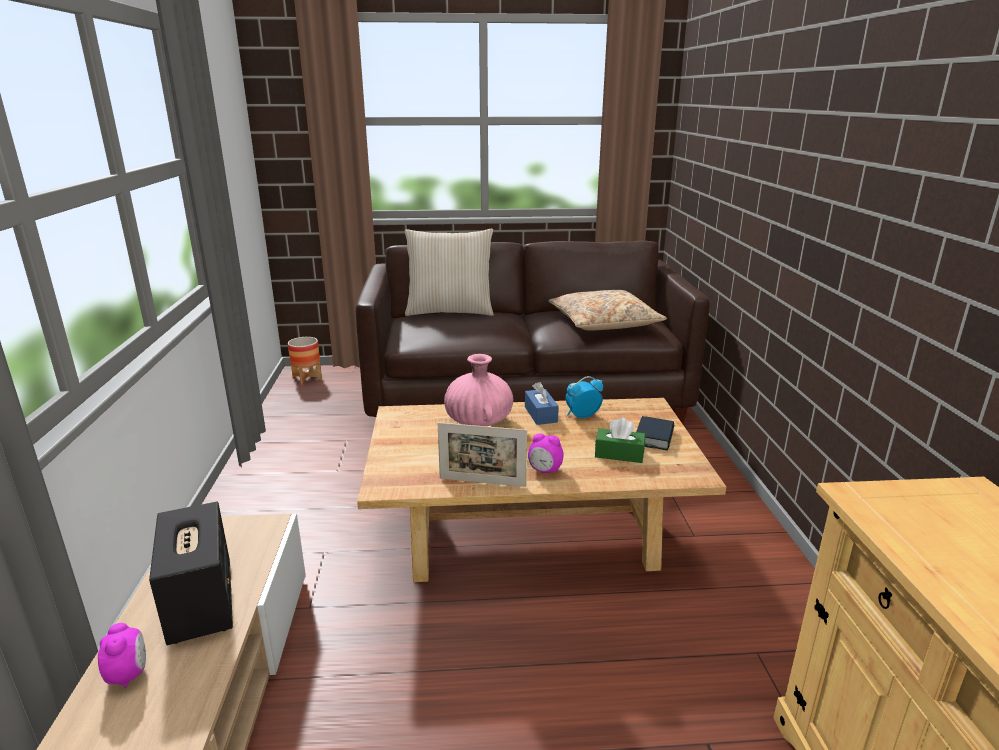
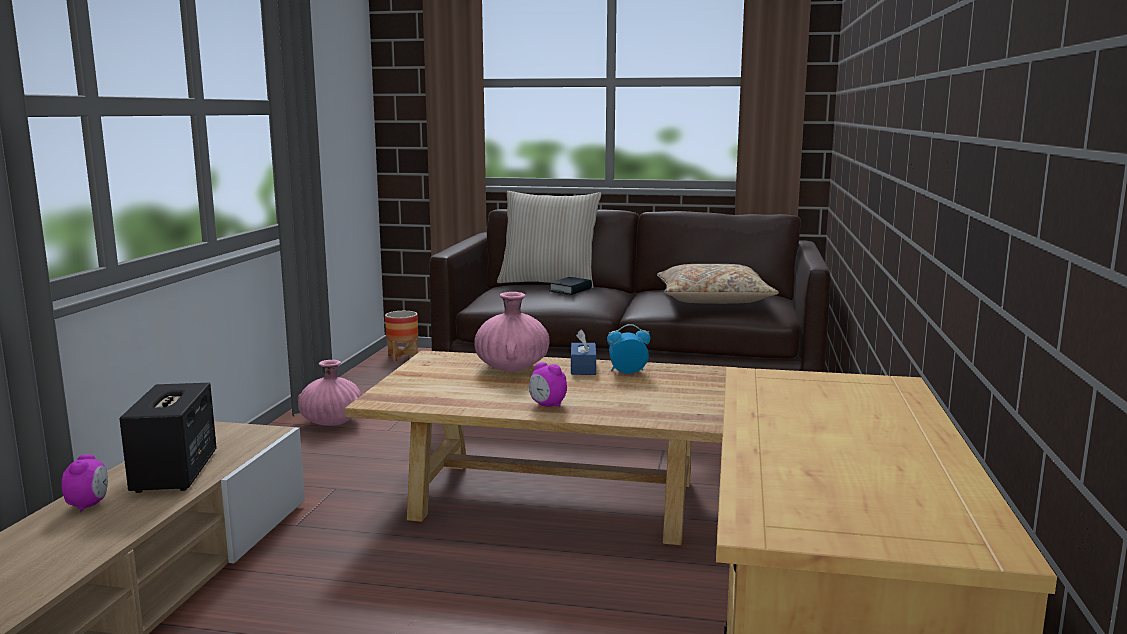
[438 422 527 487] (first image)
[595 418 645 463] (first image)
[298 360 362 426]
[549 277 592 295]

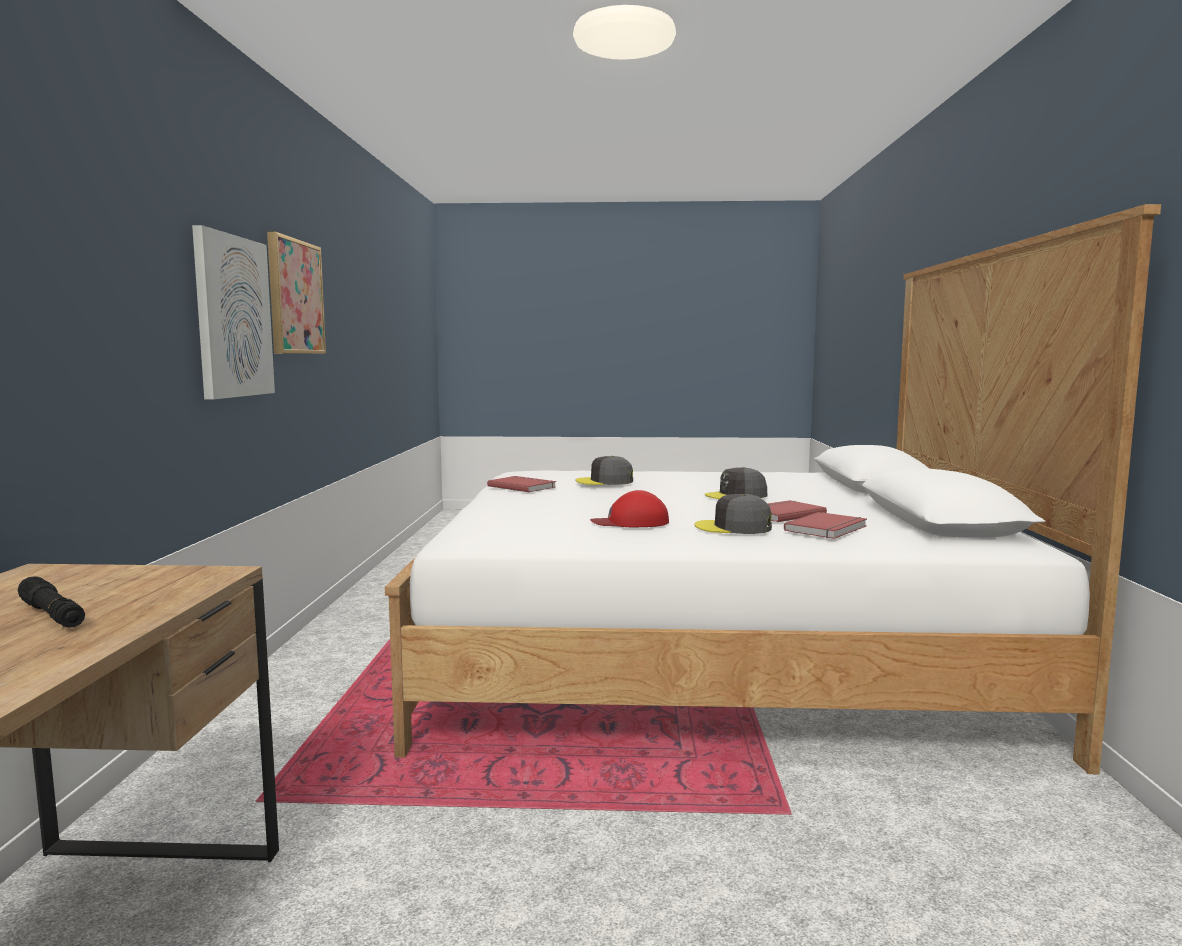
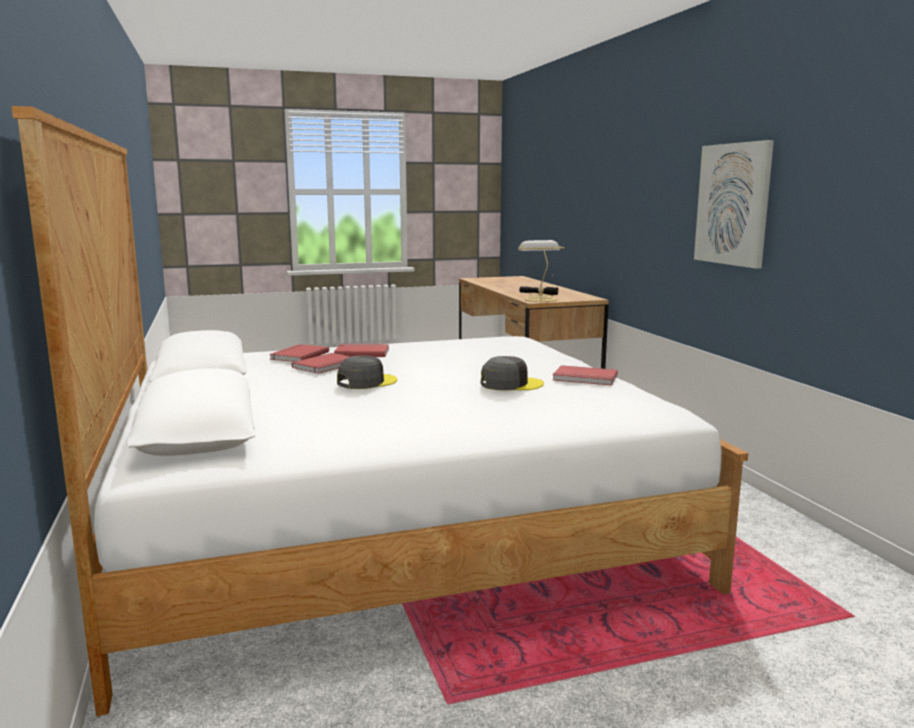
[267 232 326 354] (first image)
[590 490 669 527] (first image)
[518 240 564 302]
[334 344 389 357]

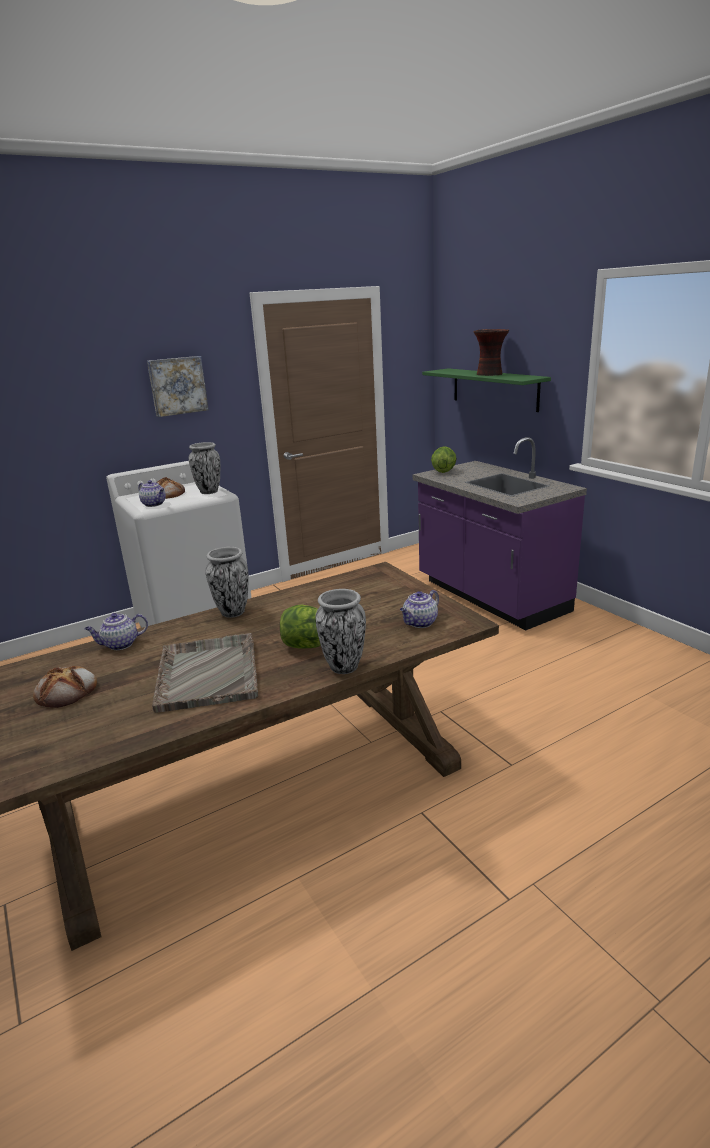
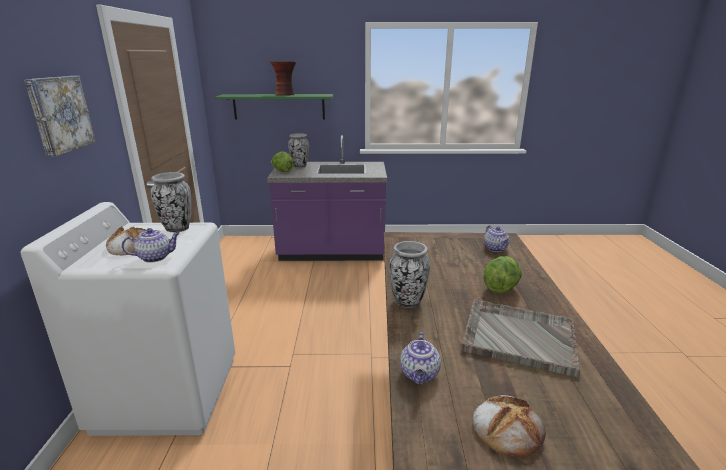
[288 133 309 168]

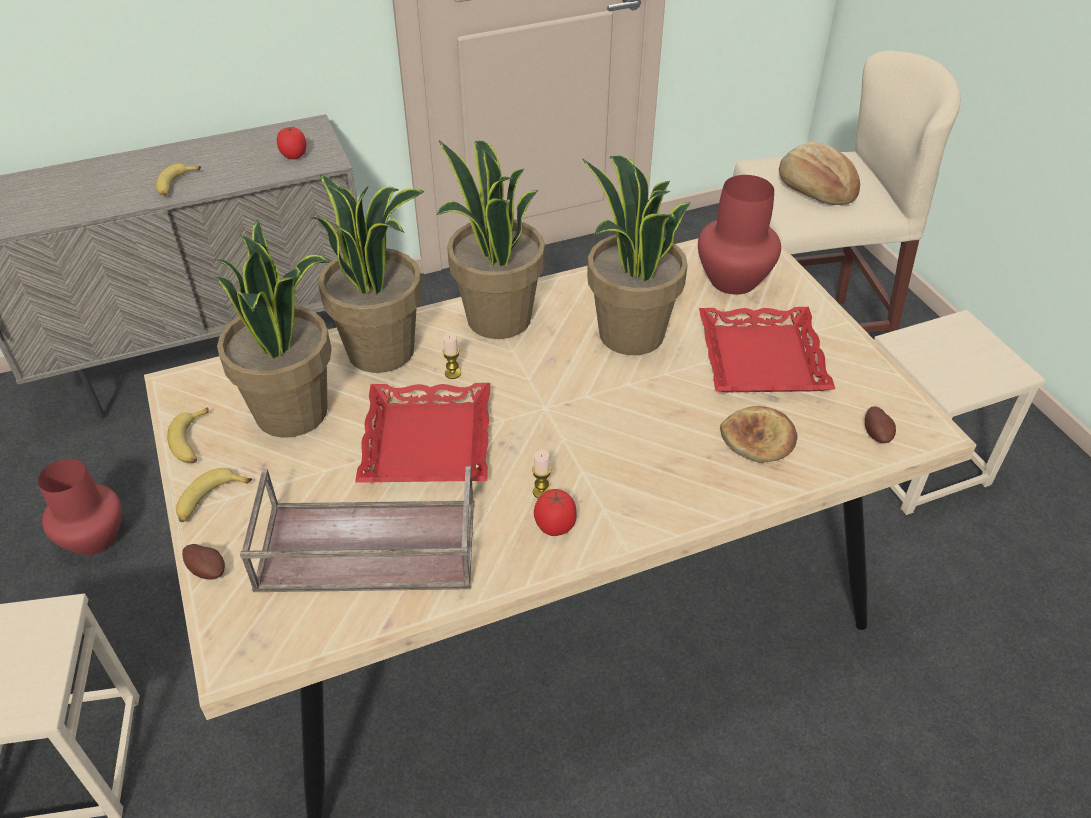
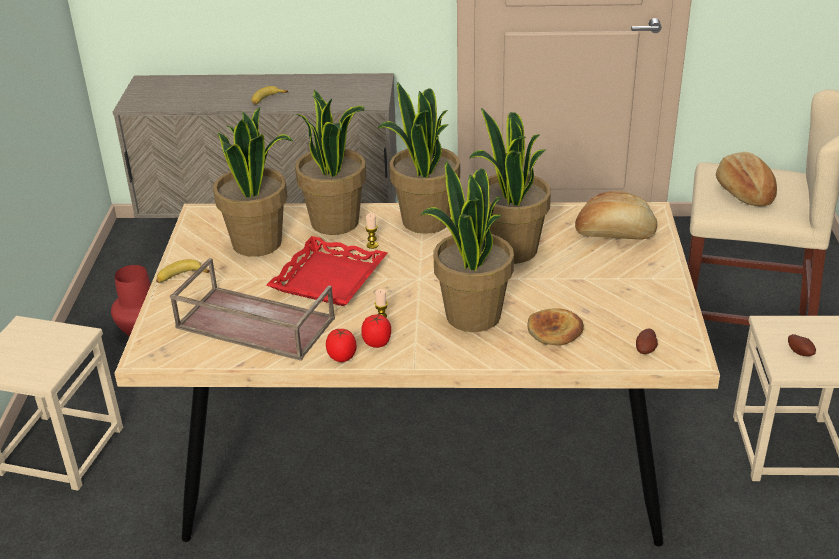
[167 407 209 463] (first image)
[699 307 835 392] (first image)
[420 161 514 332]
[788 334 816 356]
[326 329 357 362]
[575 191 657 239]

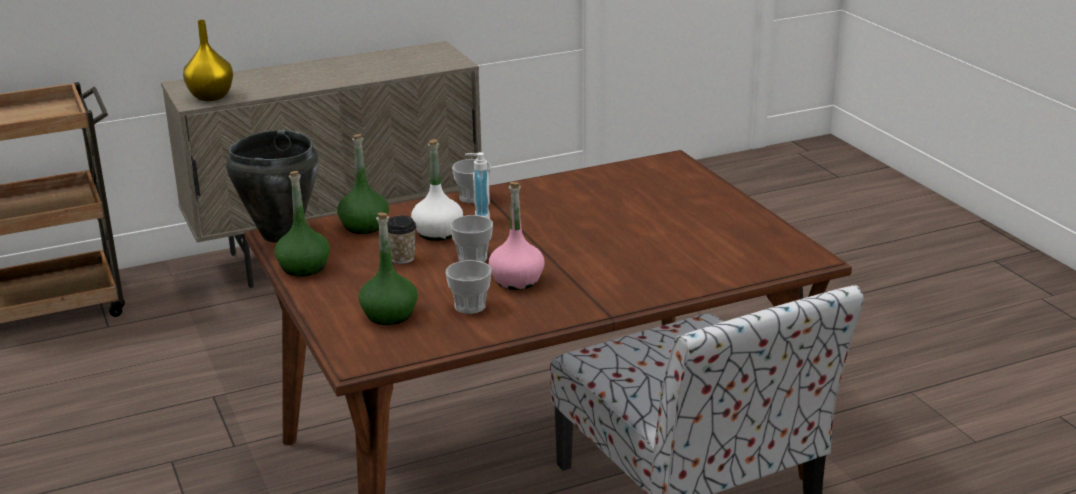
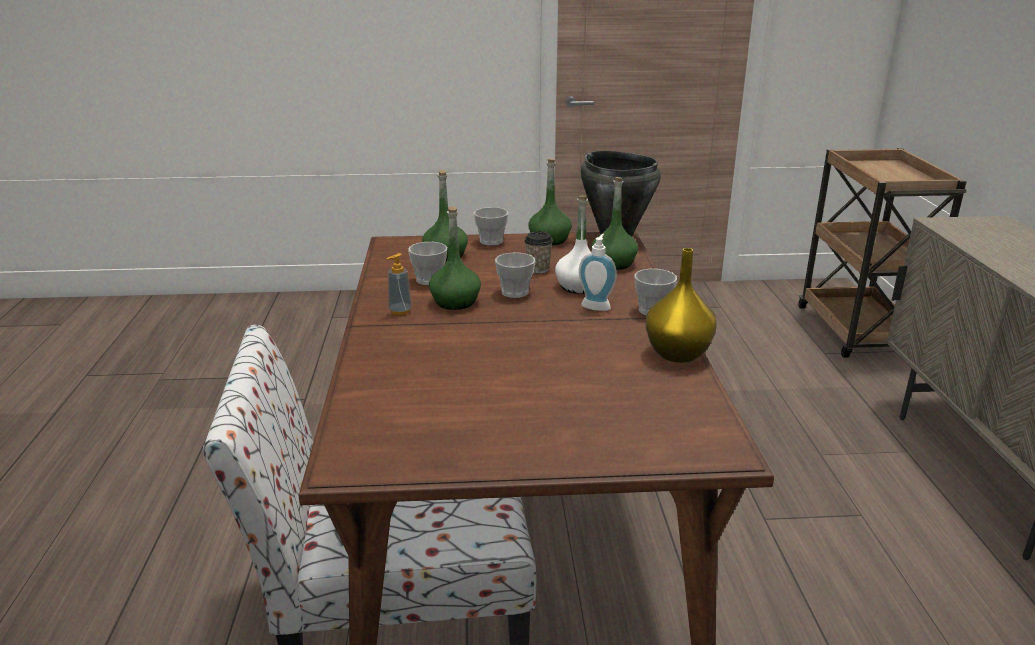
[386 253 412 315]
[474 207 508 246]
[646 248 717 363]
[429 206 481 310]

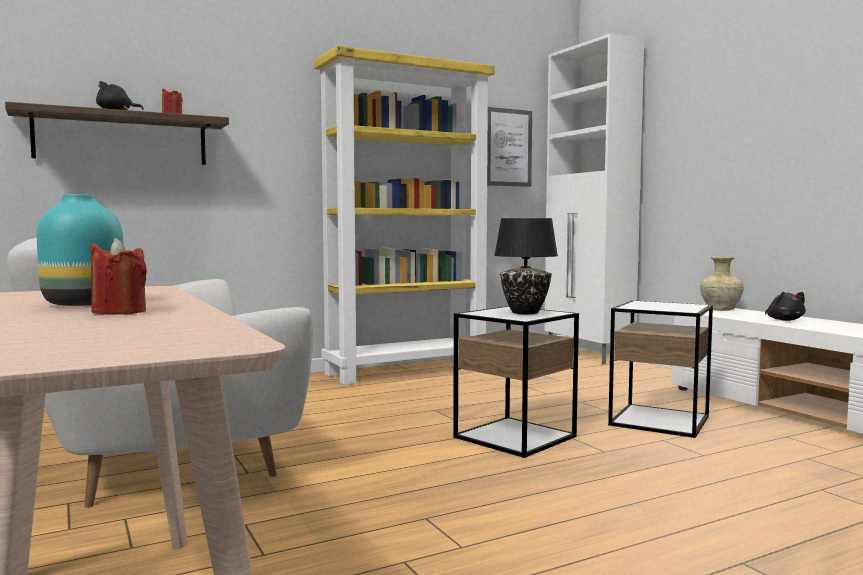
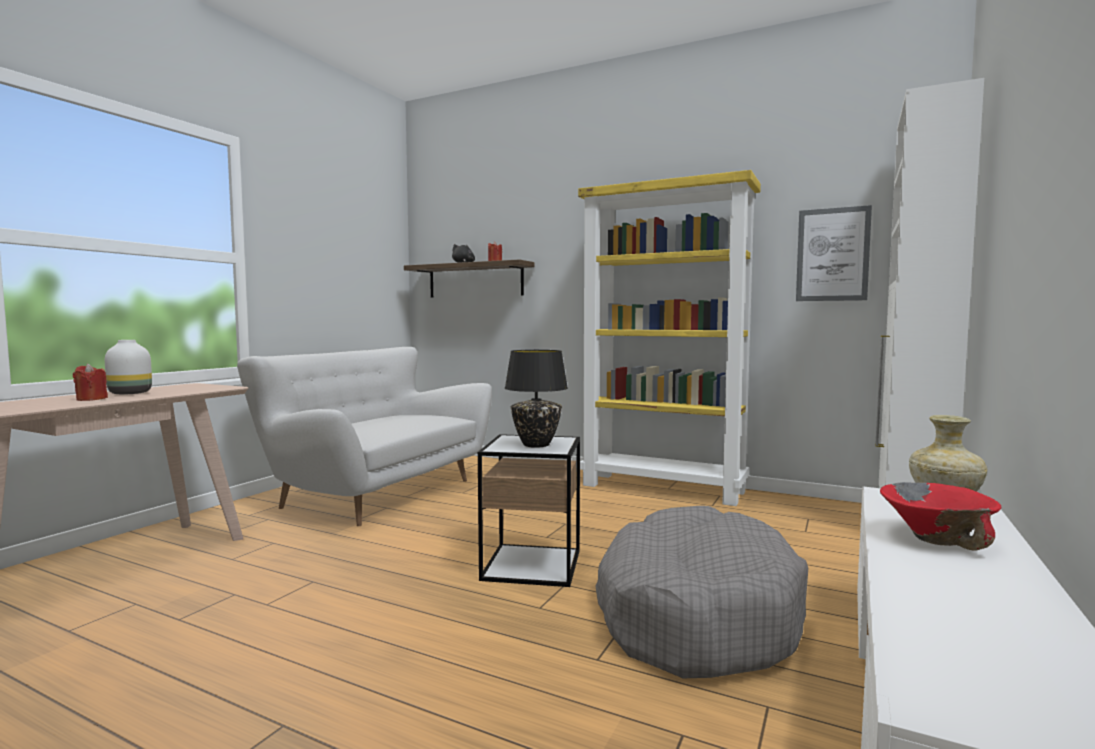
[595 506 808 678]
[880 482 1001 551]
[105 340 152 394]

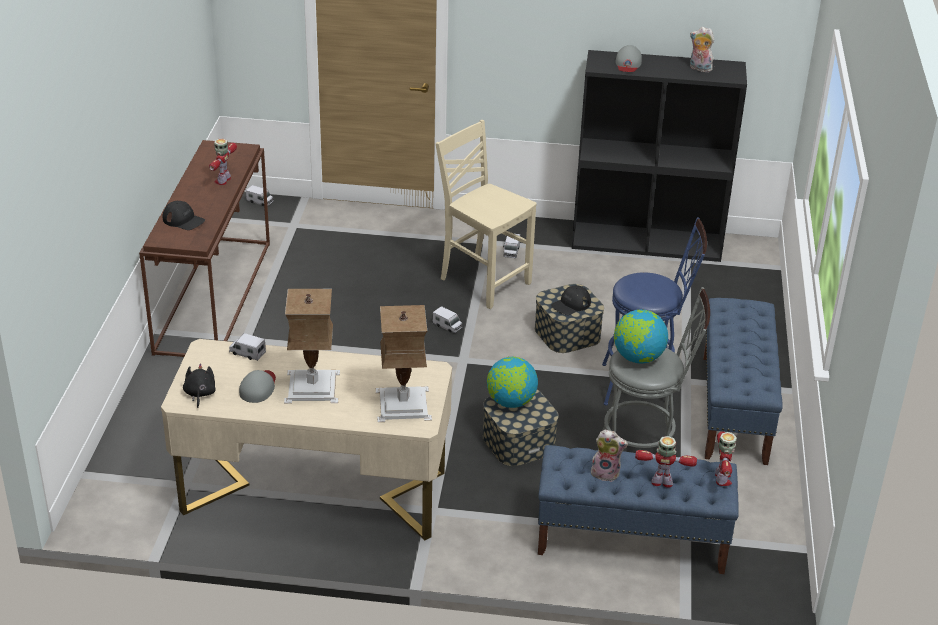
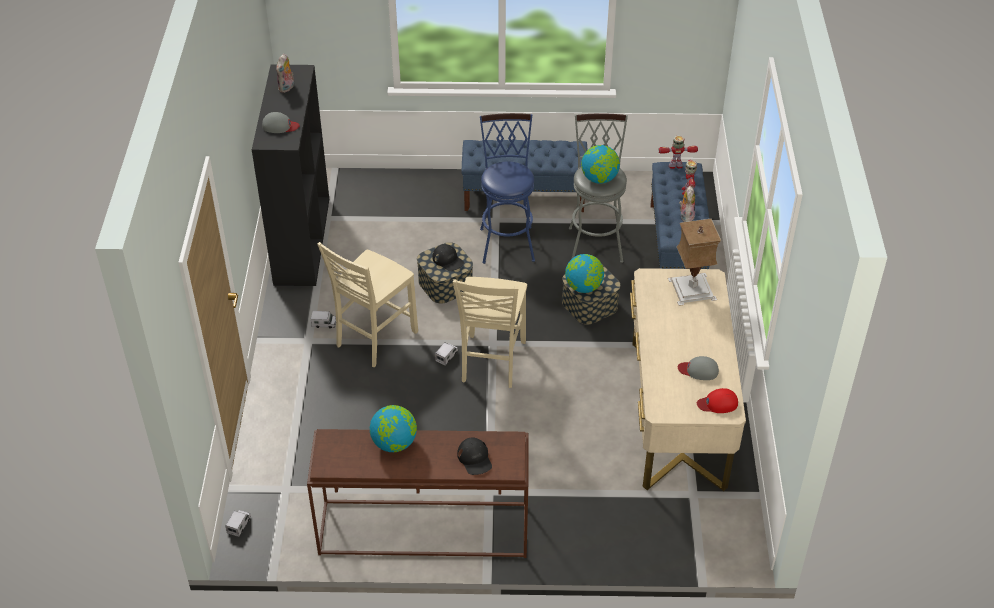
[229 333 266 361] (first image)
[284 289 340 403] (first image)
[453 277 527 388]
[697 388 738 413]
[370 405 417 452]
[457 437 492 475]

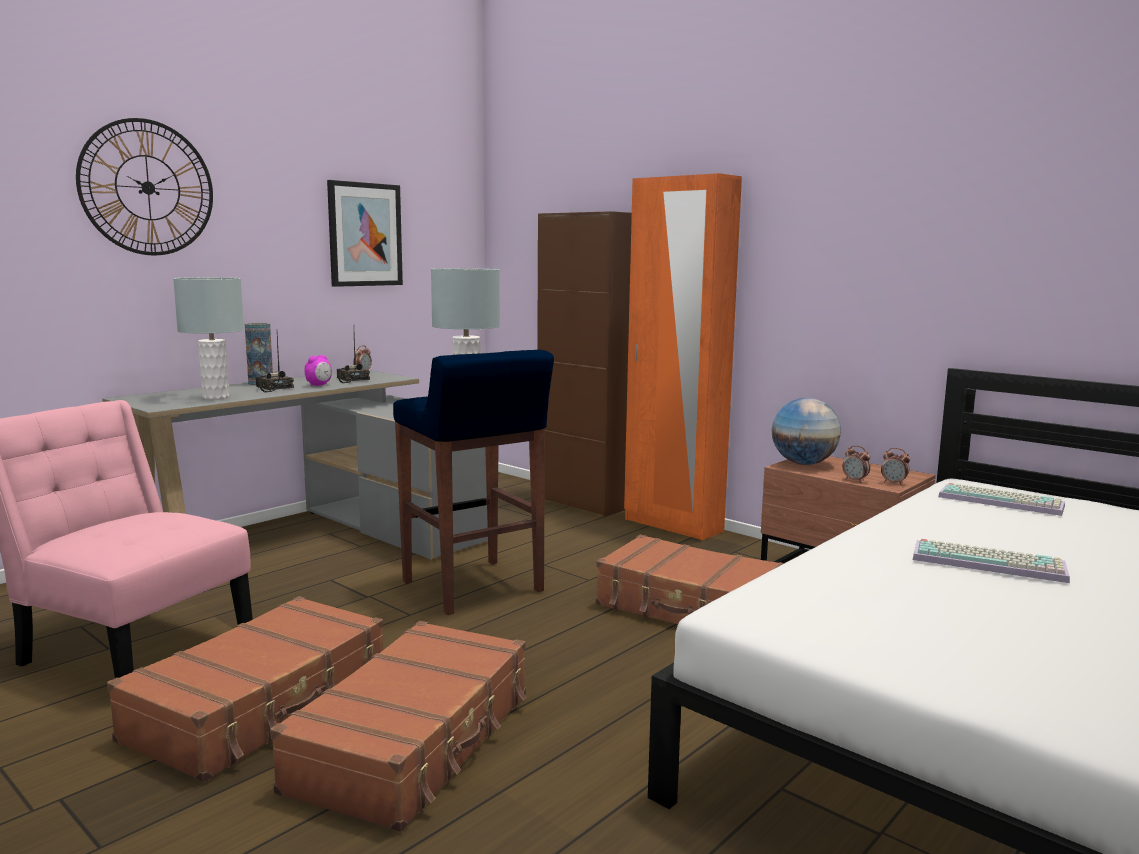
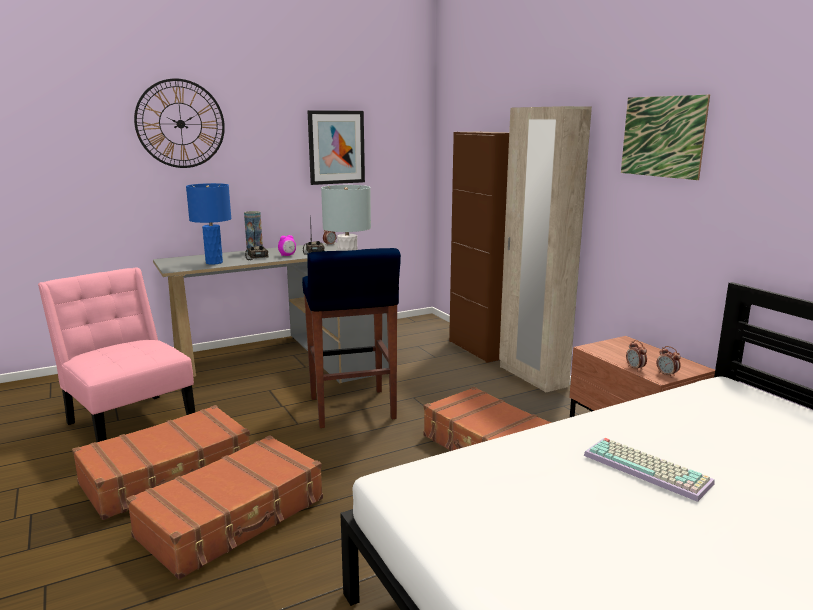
[771 398 841 465] (first image)
[938 483 1065 516] (first image)
[621 95 710 180]
[186 183 231 265]
[499 106 592 393]

